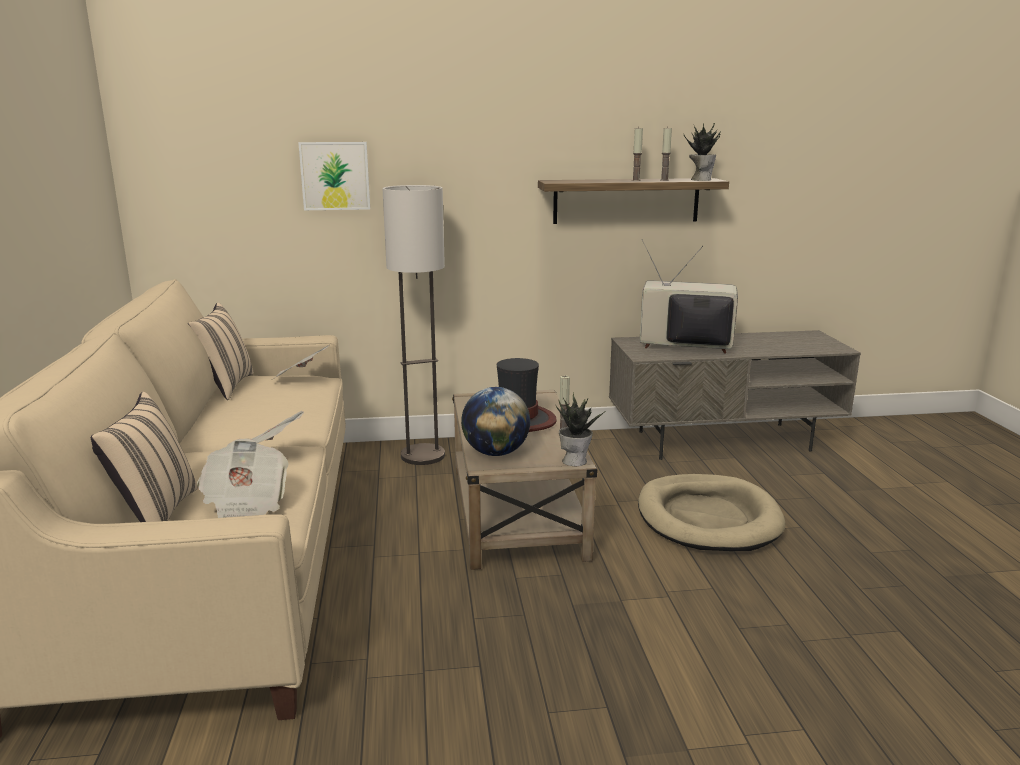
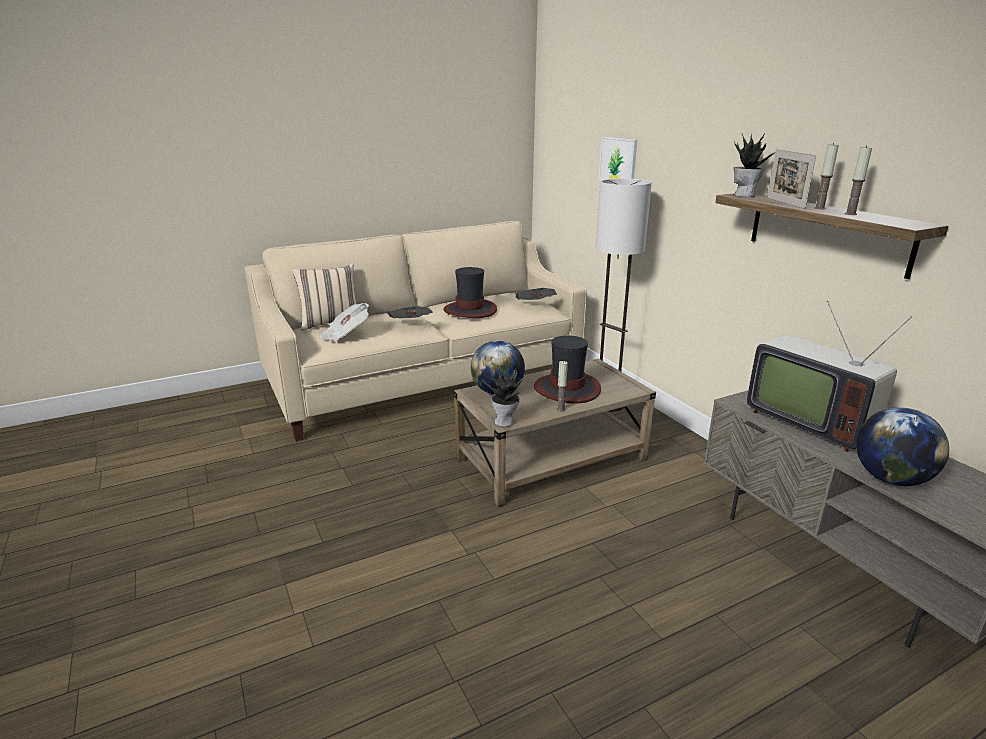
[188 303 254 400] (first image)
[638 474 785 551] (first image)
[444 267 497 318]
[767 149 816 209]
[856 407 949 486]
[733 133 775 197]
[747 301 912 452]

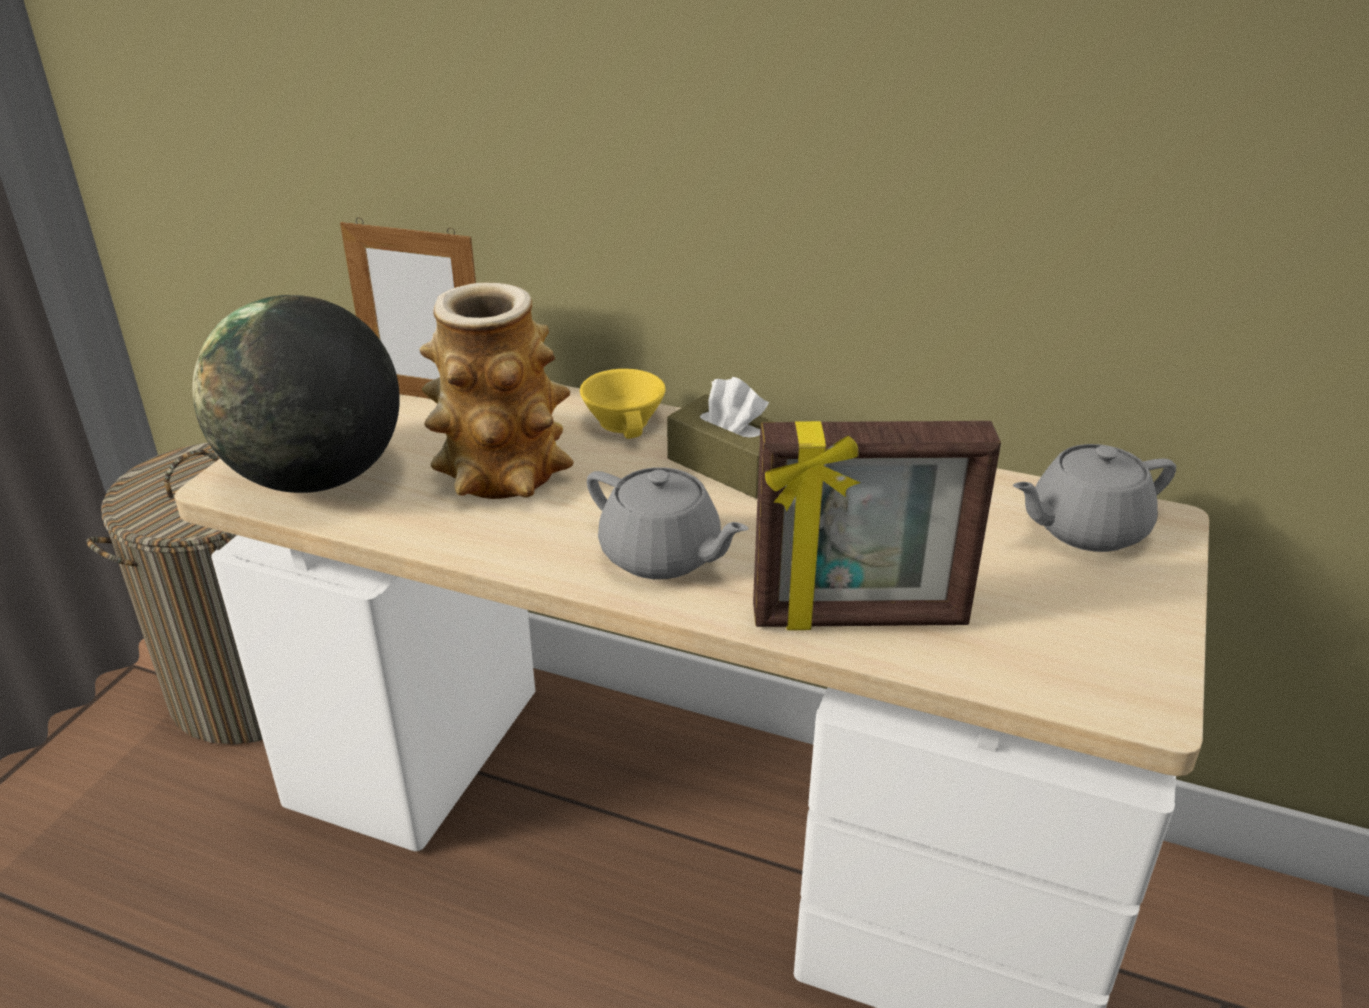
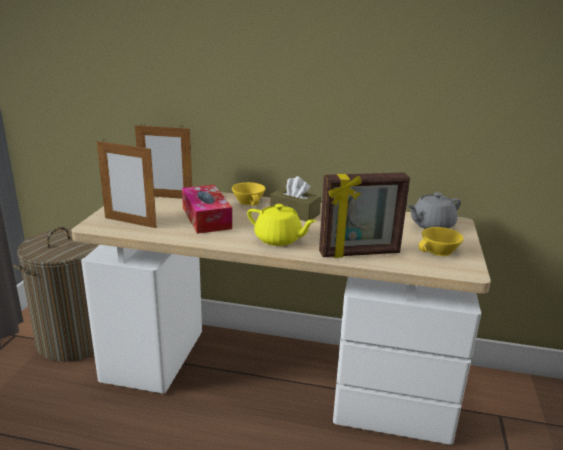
[418 227 464 256]
[97 139 157 228]
[182 185 232 234]
[247 204 316 246]

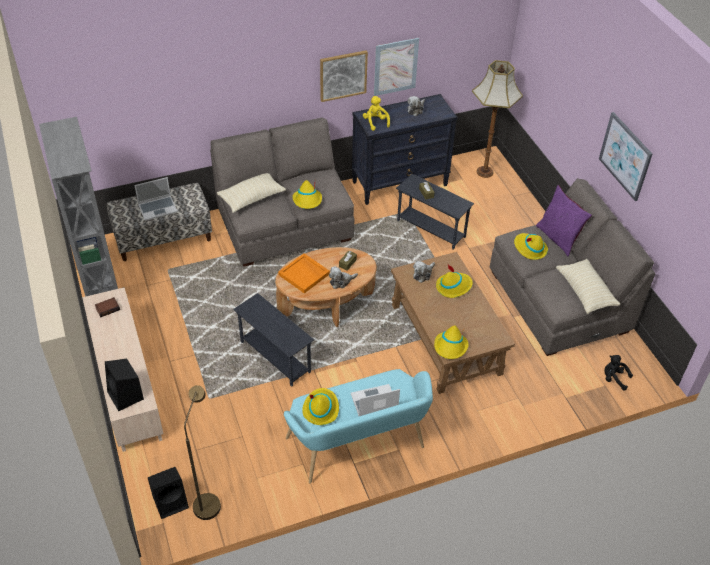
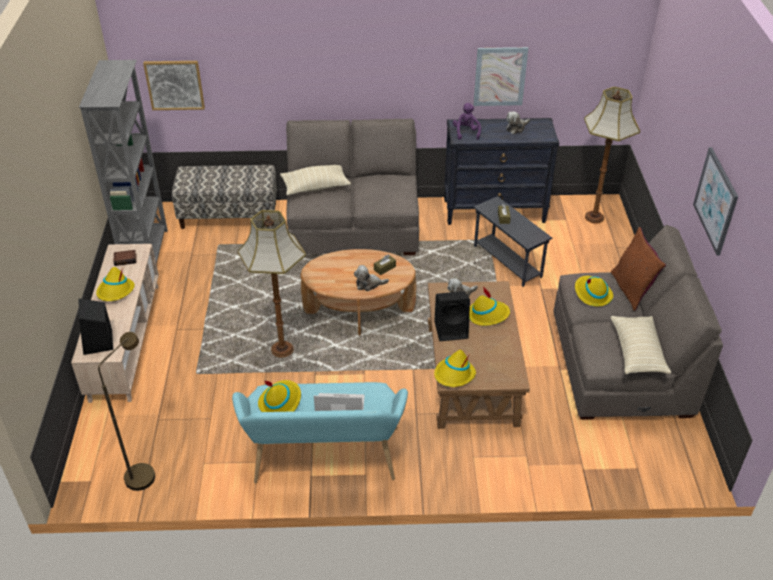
[134 177 178 221] (first image)
[279 253 330 293] (first image)
[605 355 633 390] (first image)
[434 291 470 341]
[96 267 135 301]
[143 61 205 110]
[238 210 306 357]
[453 103 481 140]
[611 227 666 311]

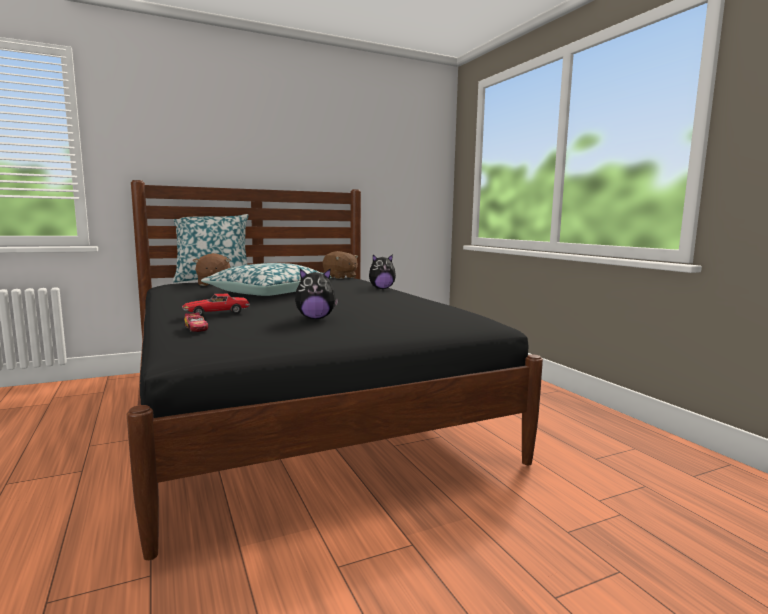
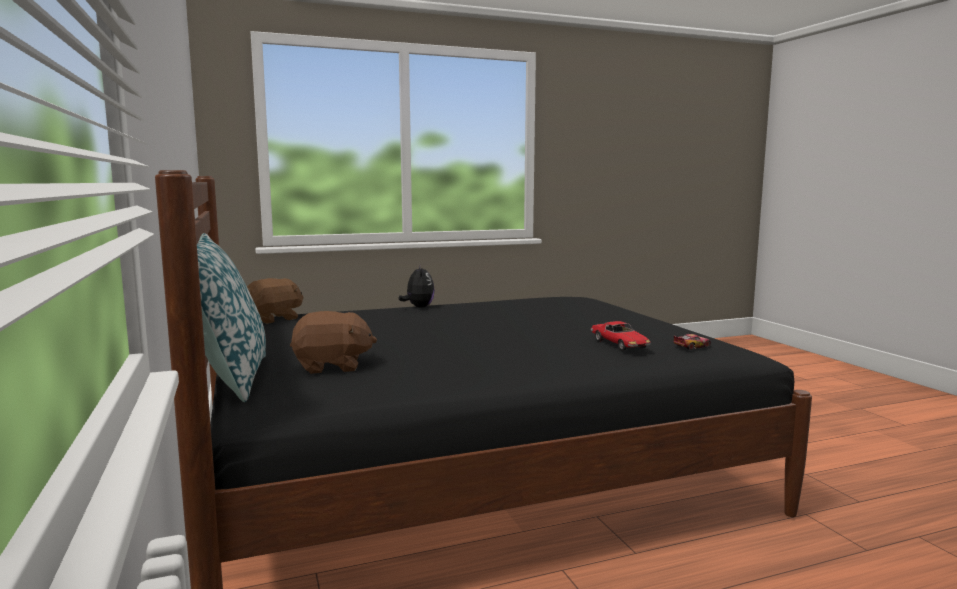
[201 263 332 296] (first image)
[295 269 339 319] (first image)

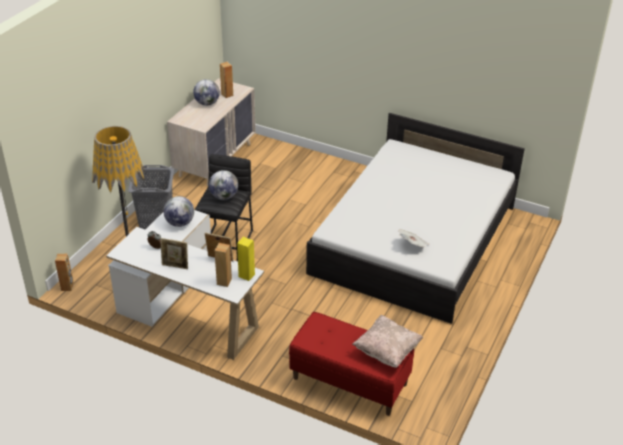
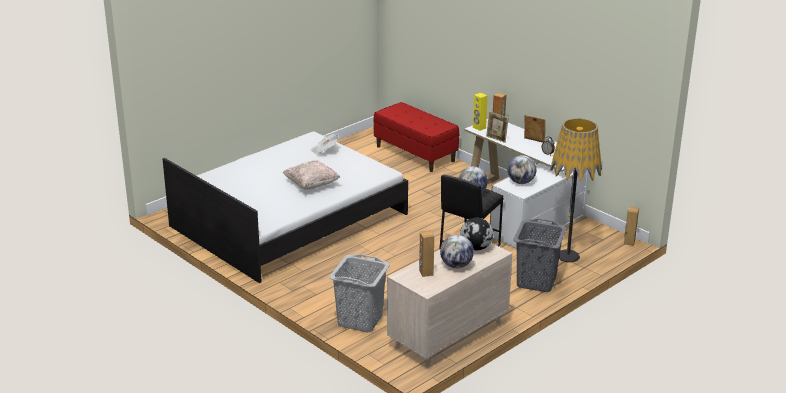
[329 254 390 332]
[460 218 494 250]
[283 160 340 190]

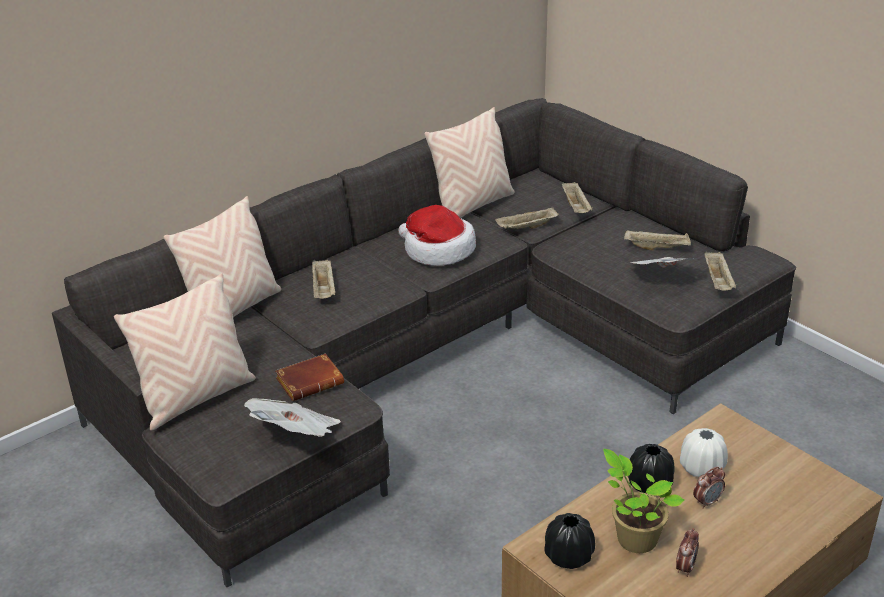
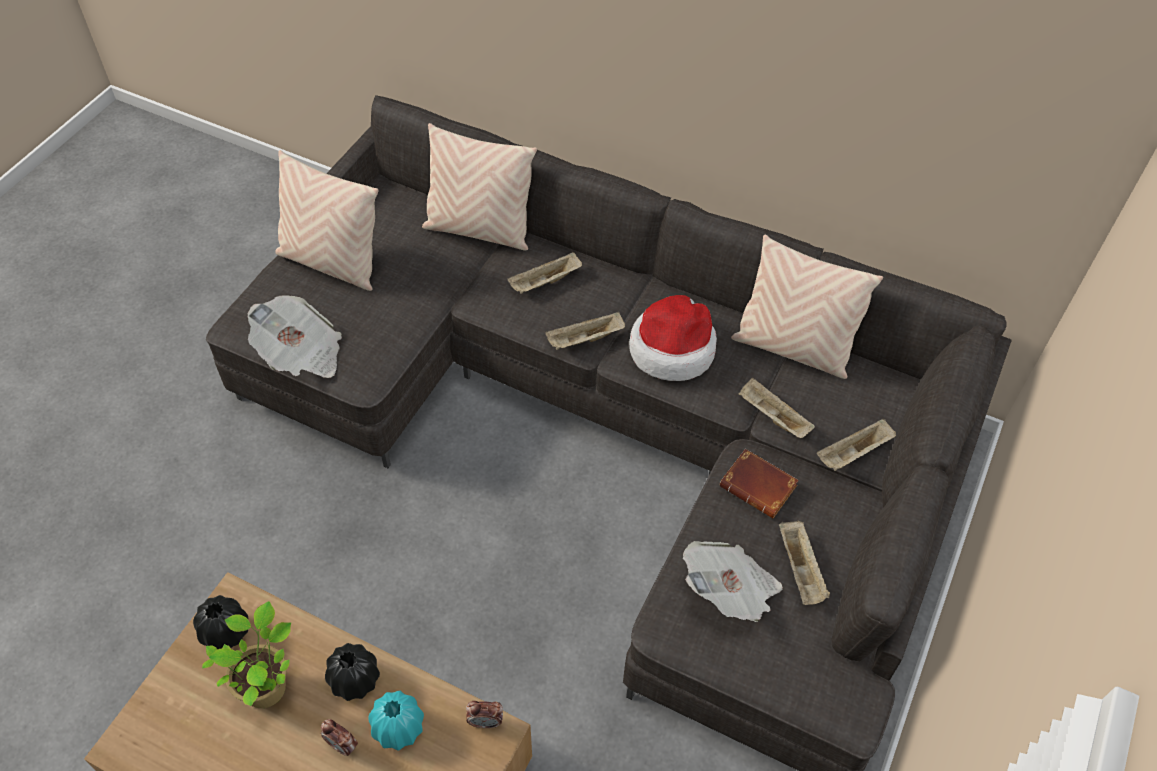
[720 449 799 518]
[466 701 503 728]
[545 311 625 350]
[368 691 424 751]

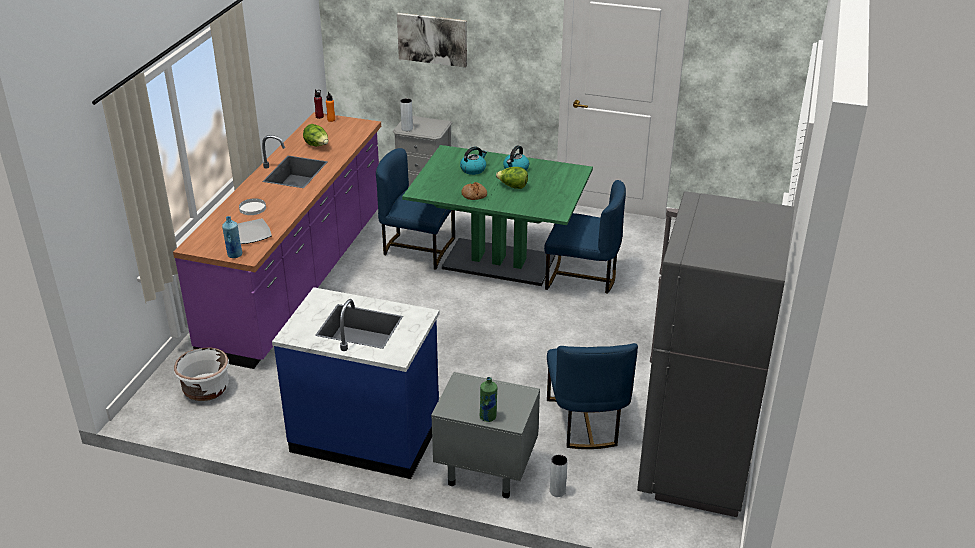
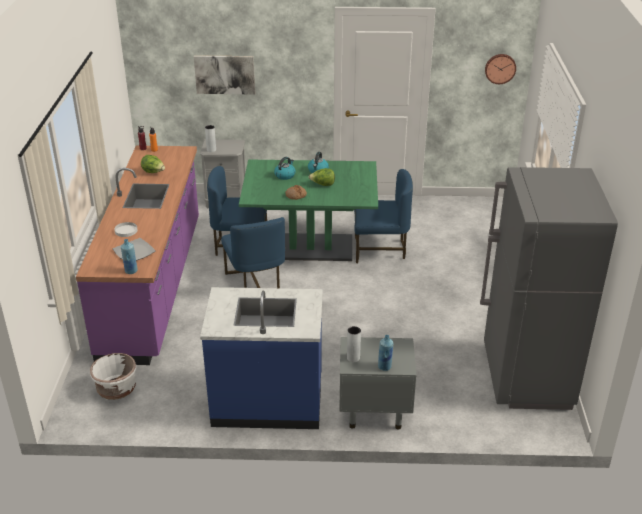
[485 54 516 84]
[221 217 285 288]
[347 326 361 362]
[378 335 393 371]

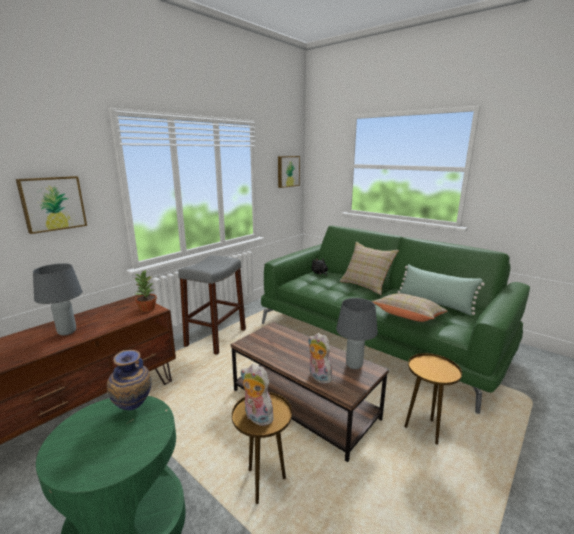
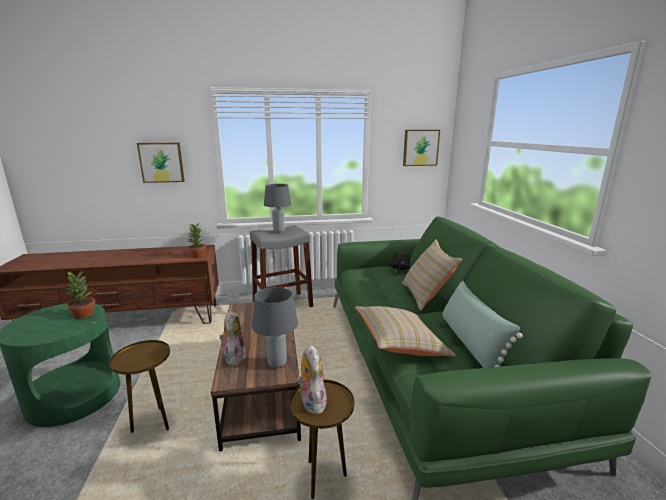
[264 184 292 233]
[296 345 327 414]
[64 270 95 319]

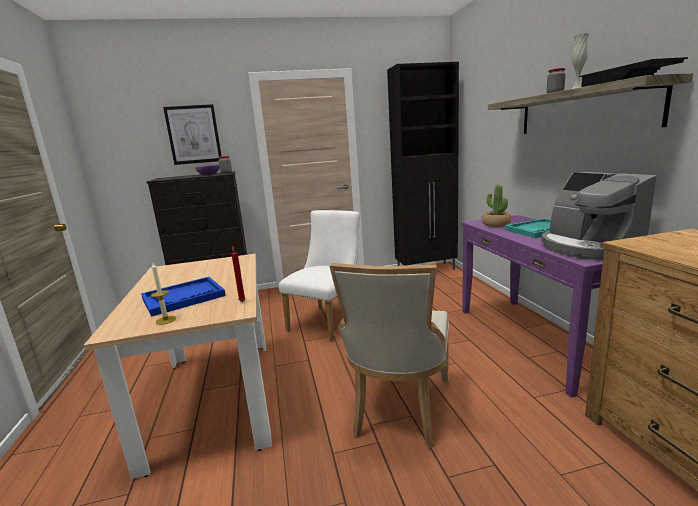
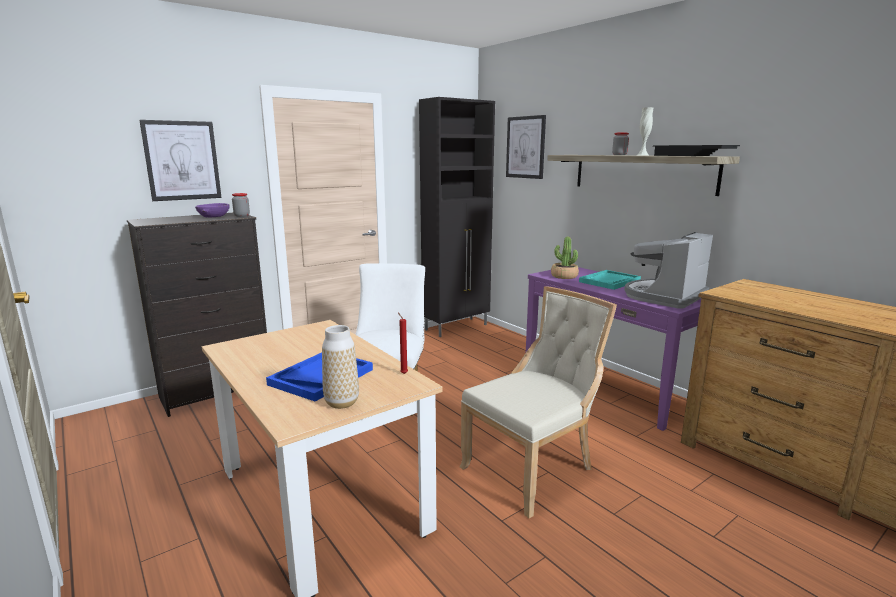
[506 115 546 179]
[322 325 359 409]
[460 286 617 519]
[625 232 713 308]

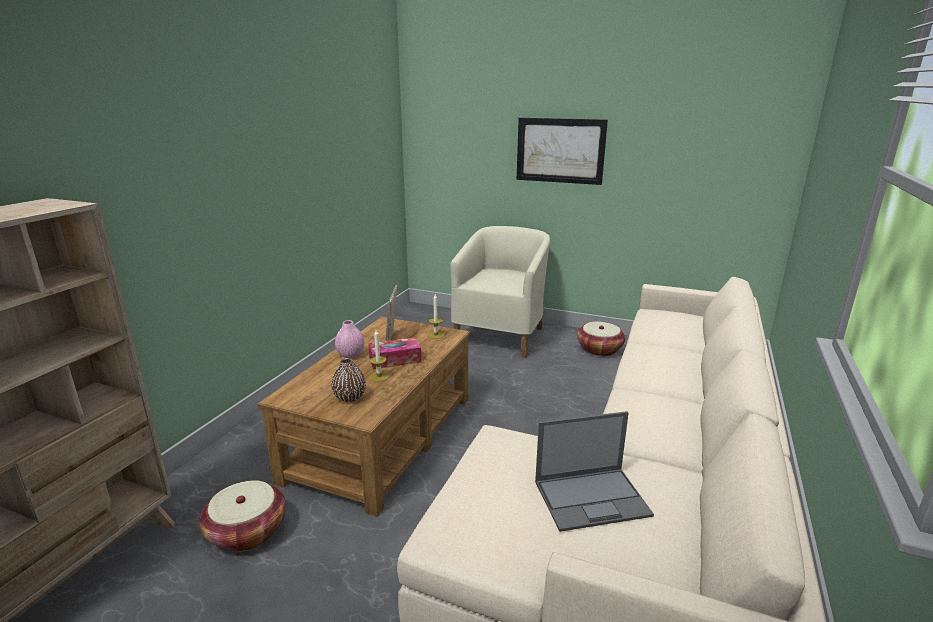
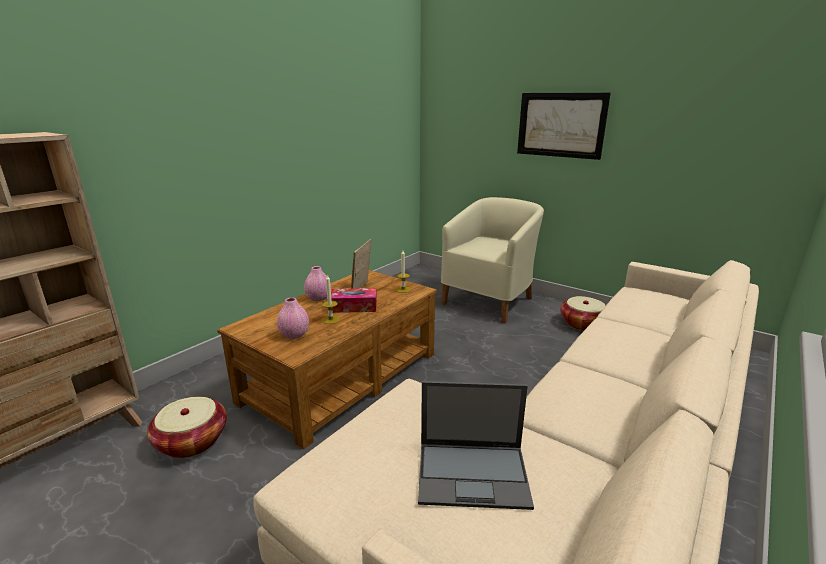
[277 297 309 339]

